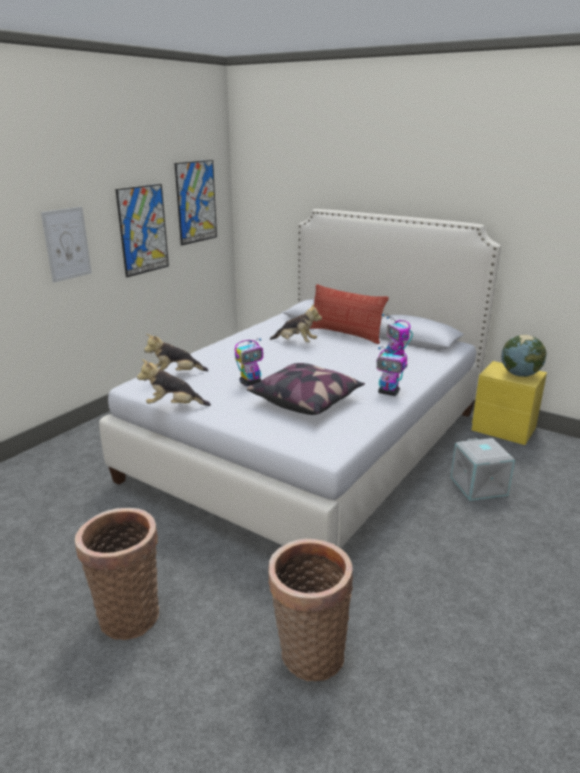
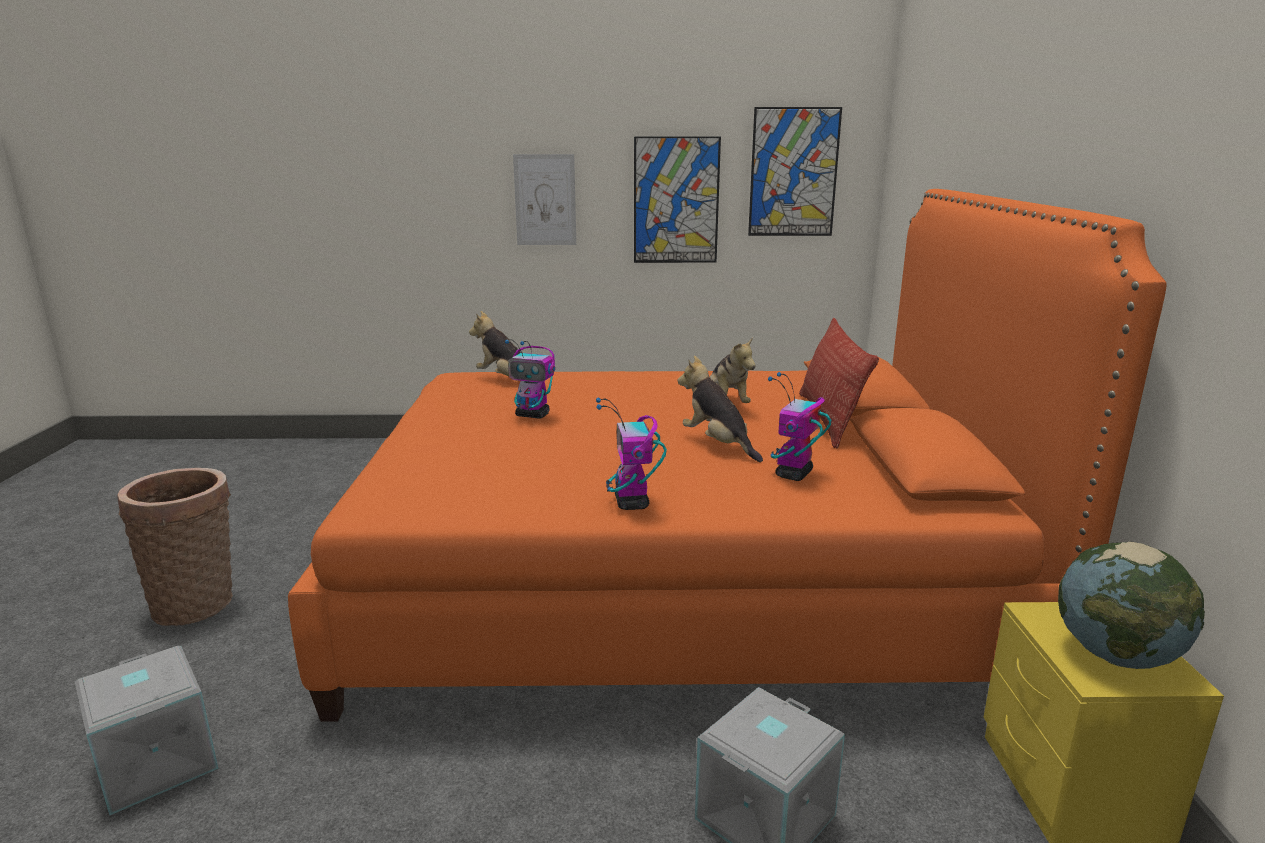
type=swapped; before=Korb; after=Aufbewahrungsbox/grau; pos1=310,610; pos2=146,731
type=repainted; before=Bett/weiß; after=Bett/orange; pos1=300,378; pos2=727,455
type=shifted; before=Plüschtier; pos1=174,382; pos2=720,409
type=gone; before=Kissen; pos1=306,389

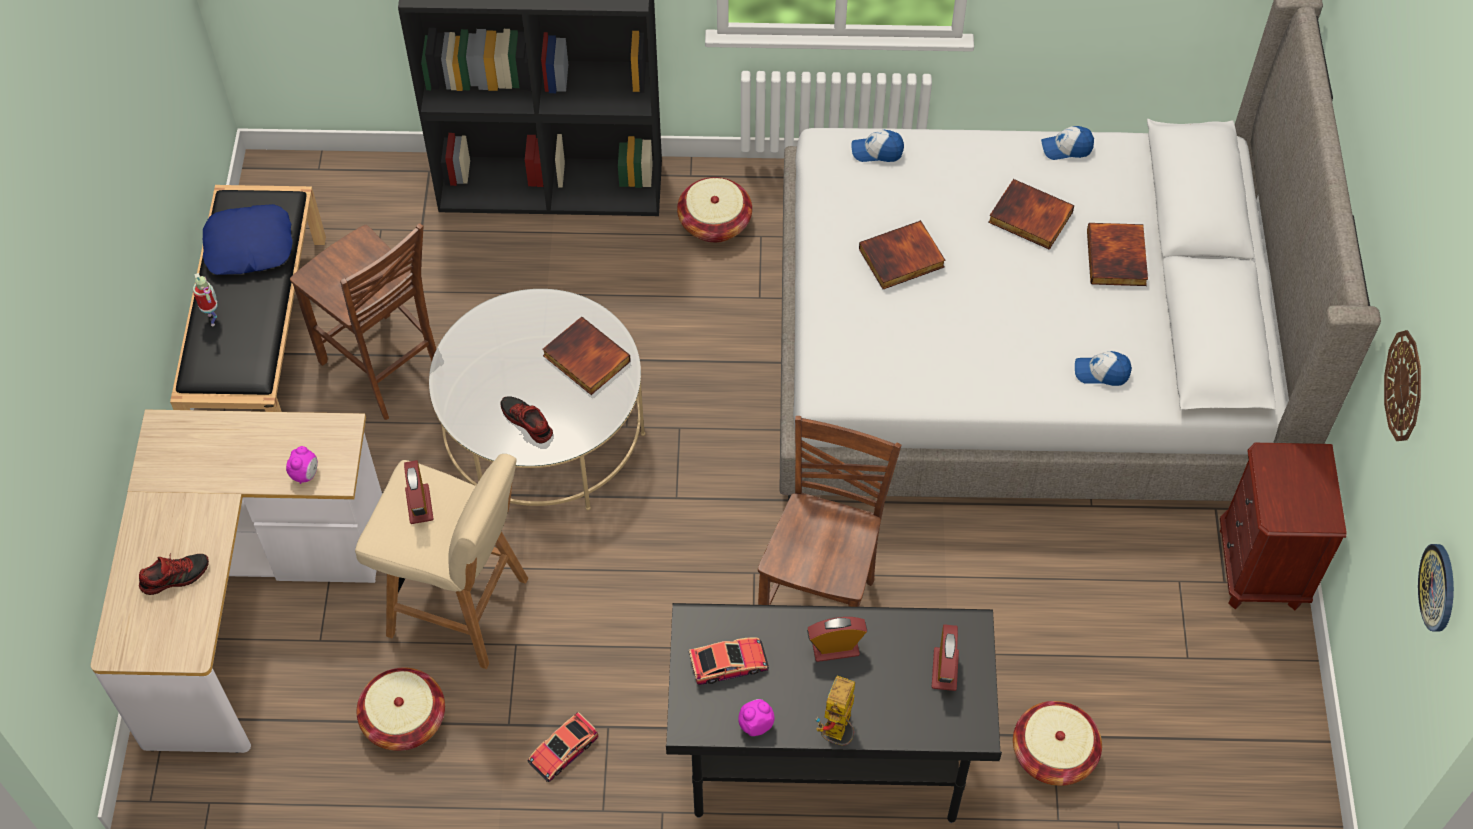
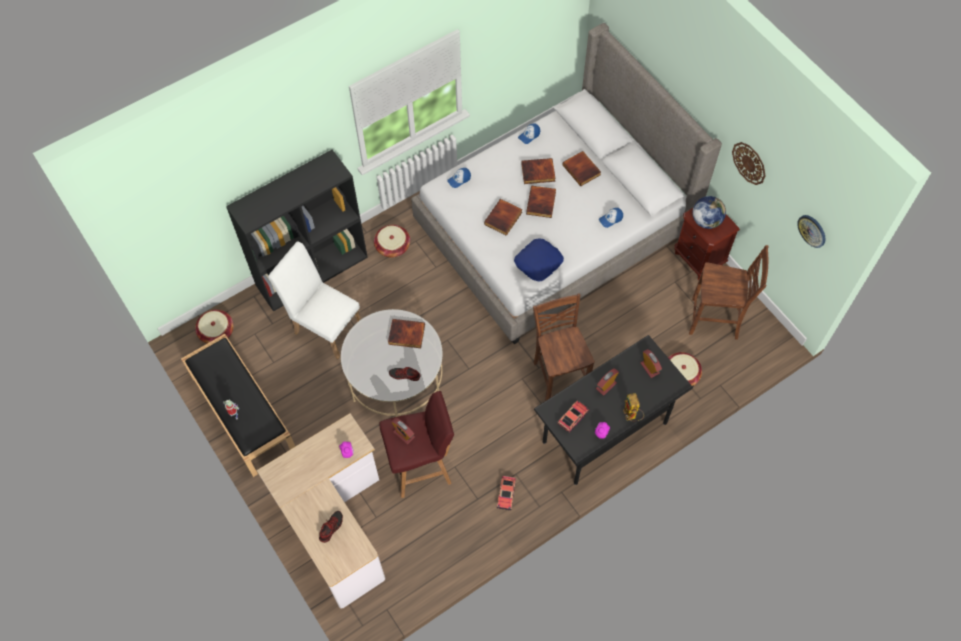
type=shifted; before=Korb; pos1=401,709; pos2=214,327
type=new; after=Stuhl/weiß; pos2=314,300
type=repainted; before=Hocker/beige; after=Hocker/rot; pos1=441,561; pos2=416,444
type=shifted; before=Kissen/blau; pos1=248,239; pos2=539,260
type=new; after=Buch; pos2=541,202
type=shifted; before=Stuhl/braun; pos1=363,321; pos2=729,292
type=new; after=Globus; pos2=709,212

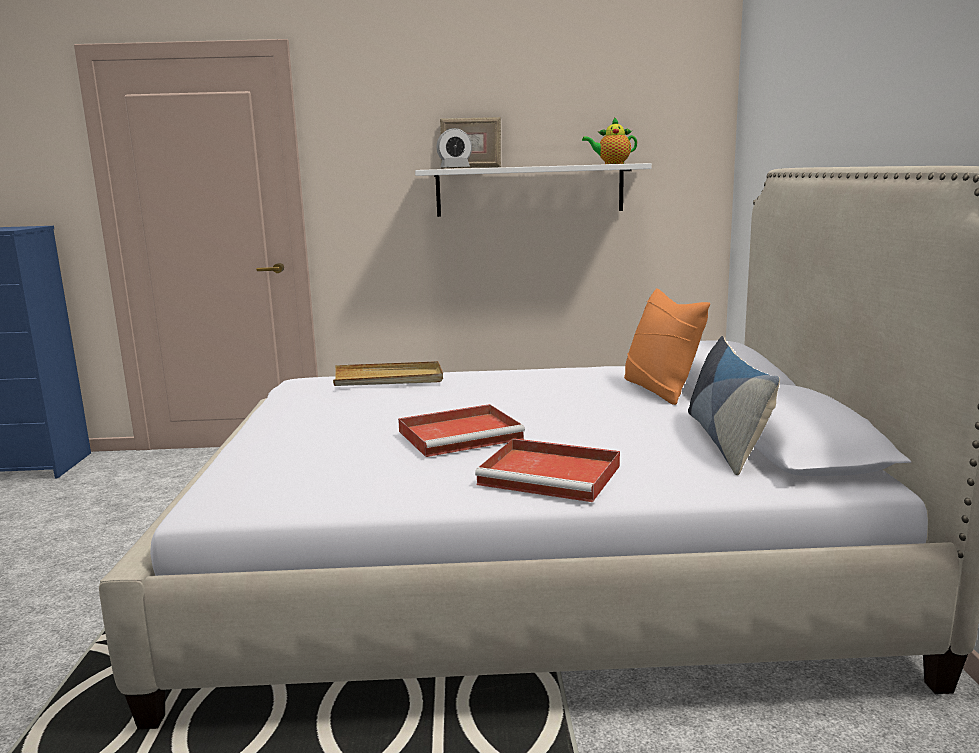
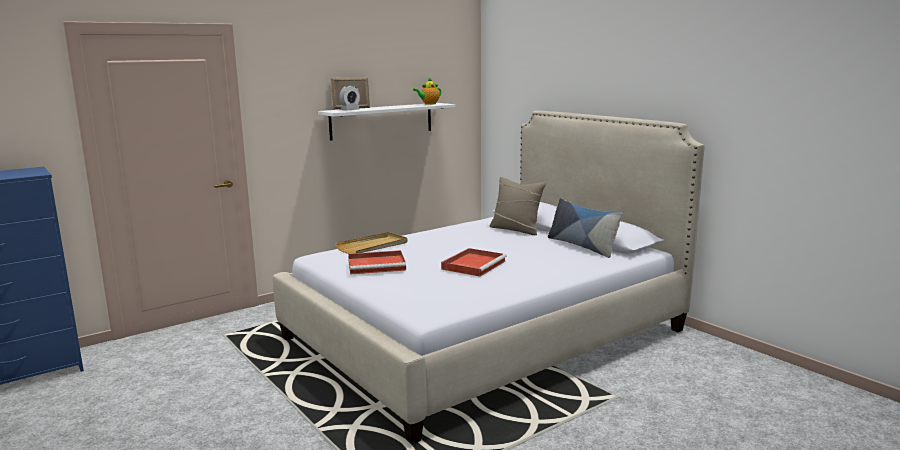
type=shifted; before=Tablett/rot; pos1=547,470; pos2=377,262
type=repainted; before=Kissen/orange; after=Kissen/beige; pos1=667,347; pos2=518,206

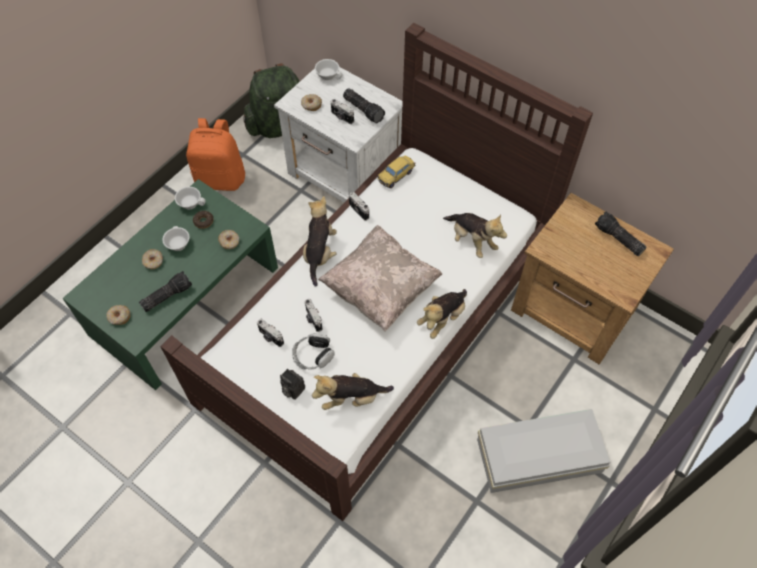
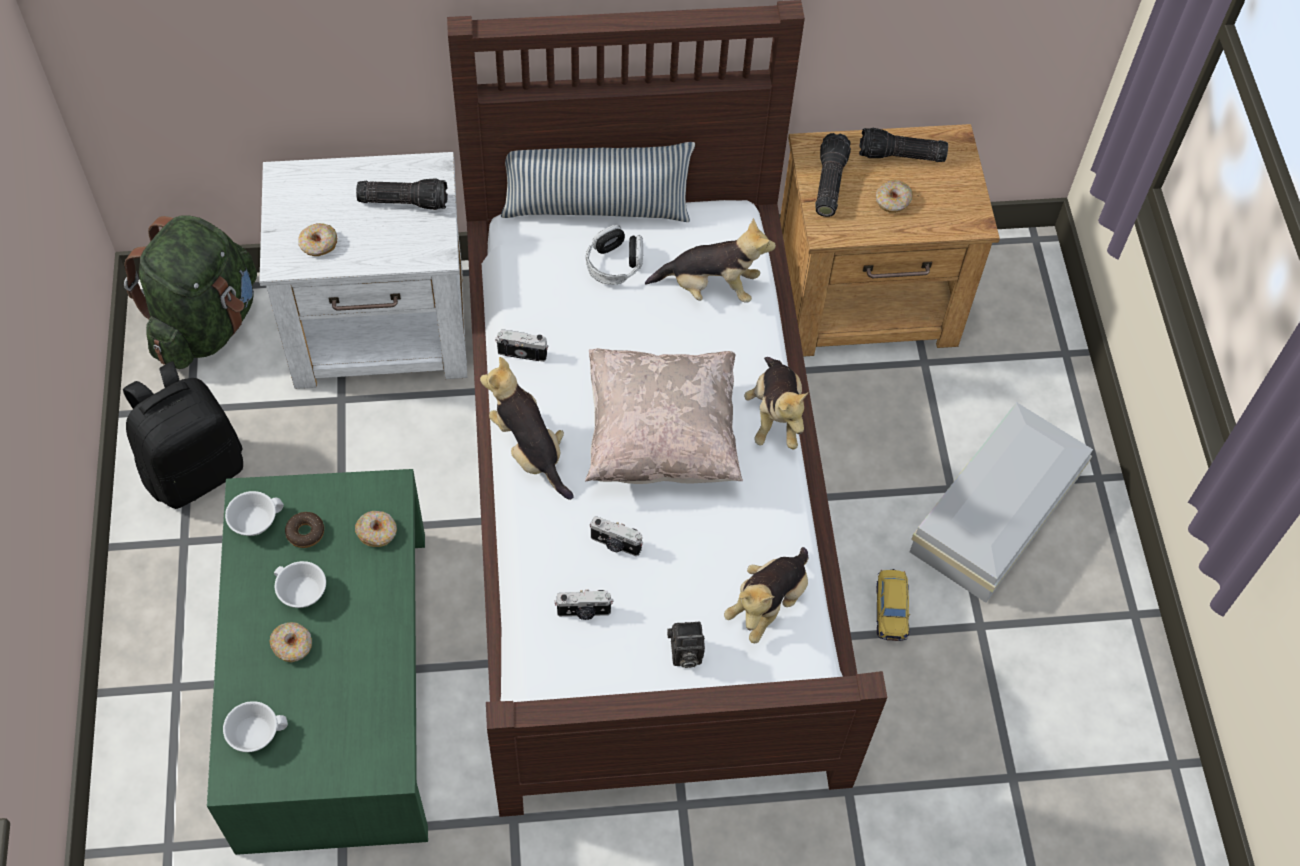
type=repainted; before=Rucksack/orange; after=Rucksack/schwarz; pos1=215,154; pos2=183,435
type=shifted; before=Tasse/weiß; pos1=328,70; pos2=255,726
type=new; after=Kissen; pos2=598,182
type=shifted; before=Kopfhörer; pos1=313,351; pos2=614,255
type=shifted; before=Taschenlampe; pos1=165,291; pos2=833,175
type=shifted; before=Donut; pos1=118,315; pos2=894,196
type=shifted; before=Spielzeugauto; pos1=396,172; pos2=893,605
type=gone; before=Kamera; pos1=342,111

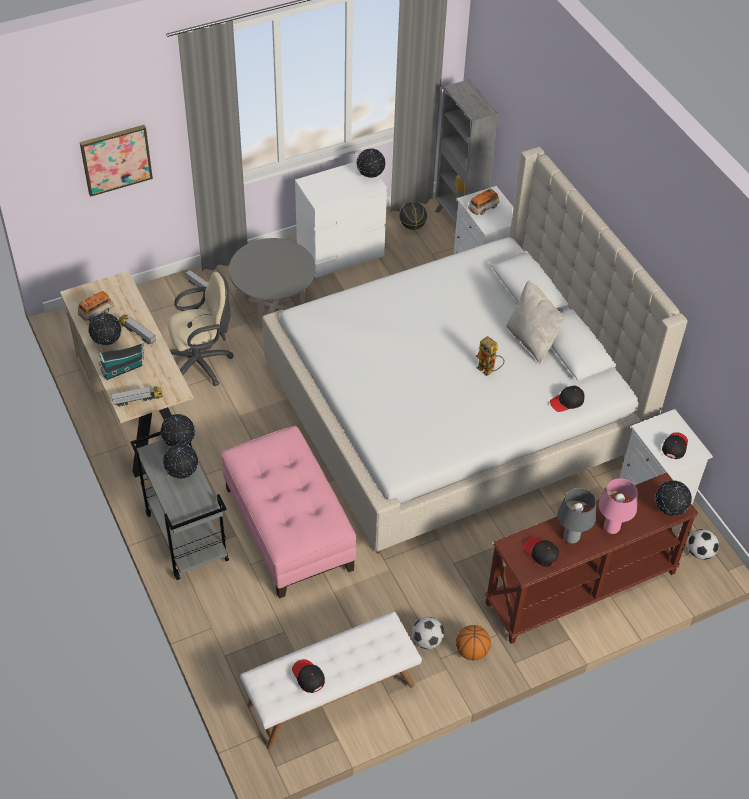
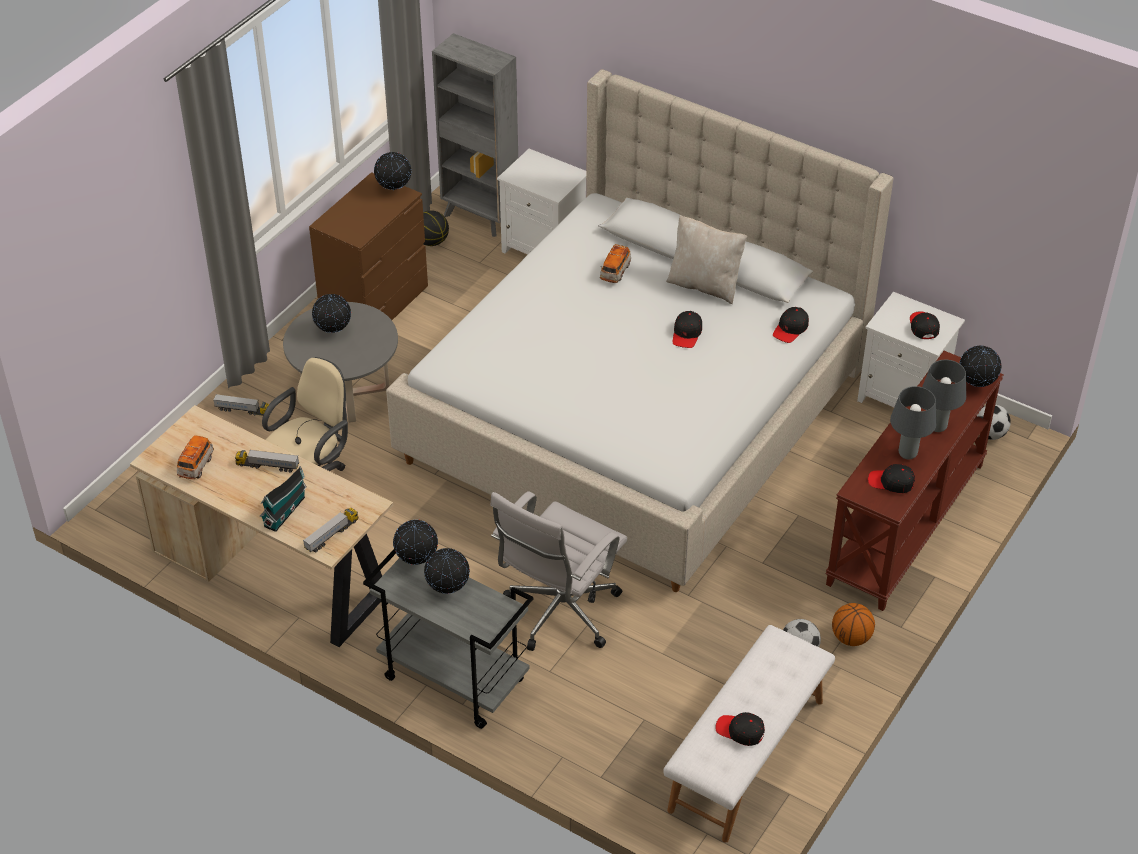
type=repainted; before=Kommode/weiß; after=Kommode/braun; pos1=341,219; pos2=368,246
type=shifted; before=Globus; pos1=104,329; pos2=331,313
type=swapped; before=Polsterhocker/rosa; after=Bürostuhl/weiß; pos1=289,512; pos2=558,571
type=shifted; before=Spielzeugauto; pos1=483,202; pos2=615,263
type=swapped; before=Spielzeugroboter; after=Kappe/schwarz; pos1=490,356; pos2=687,329
type=repainted; before=Tischlampe/rosa; after=Tischlampe/grau; pos1=618,506; pos2=944,396
type=gone; before=Bild; pos1=116,161

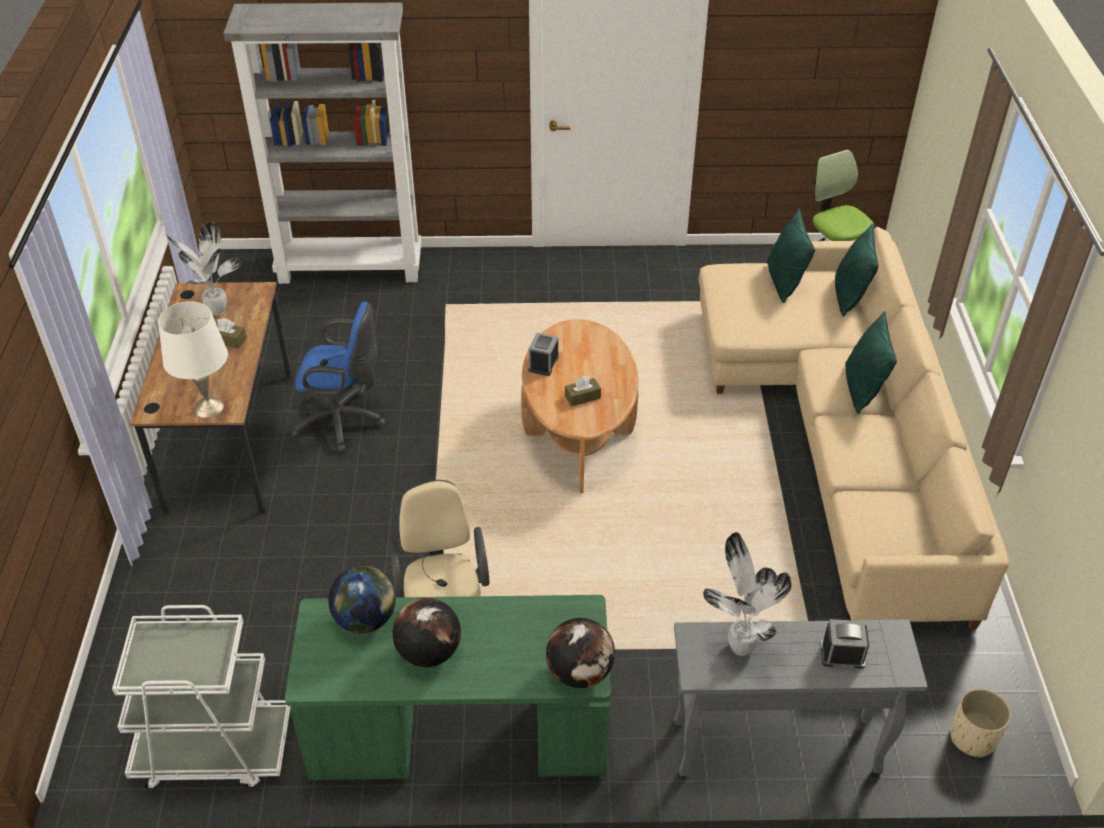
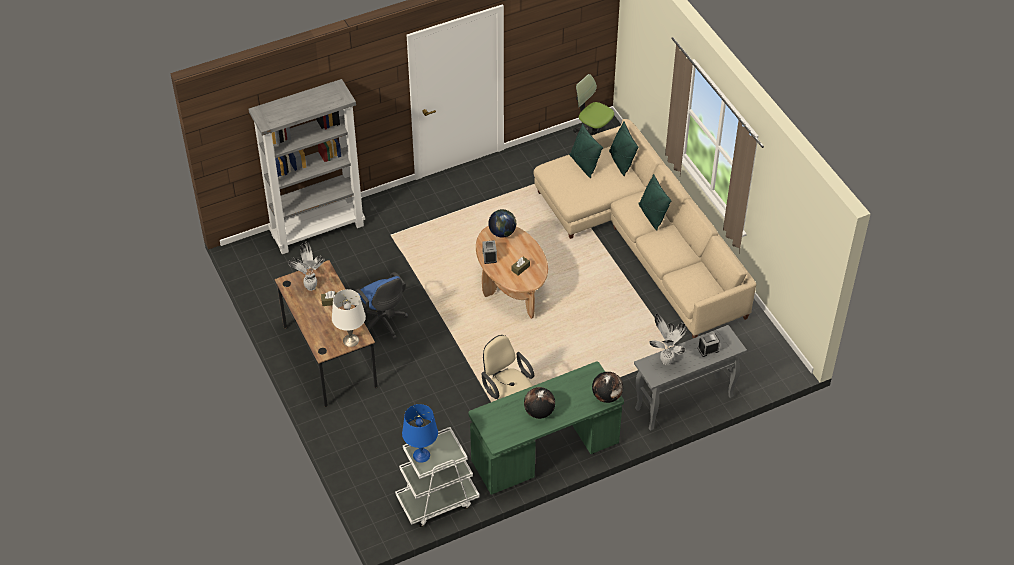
type=rotated; before=Bürostuhl/blau; pos1=338,377; pos2=381,306; turn=75
type=new; after=Tischlampe/blau; pos2=420,433
type=shifted; before=Globus; pos1=362,599; pos2=502,223
type=gone; before=Pflanzkübel/beige; pos1=980,723

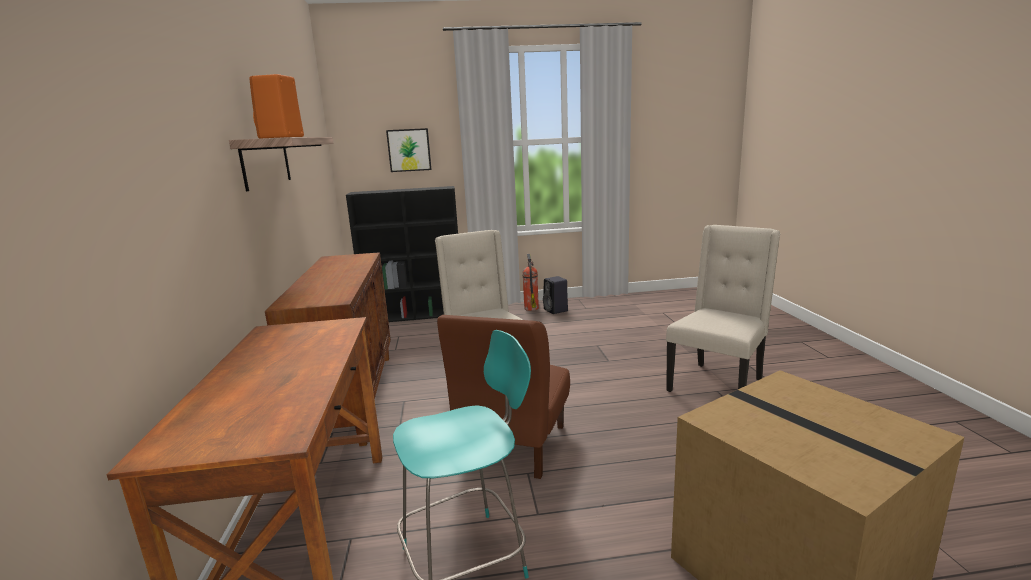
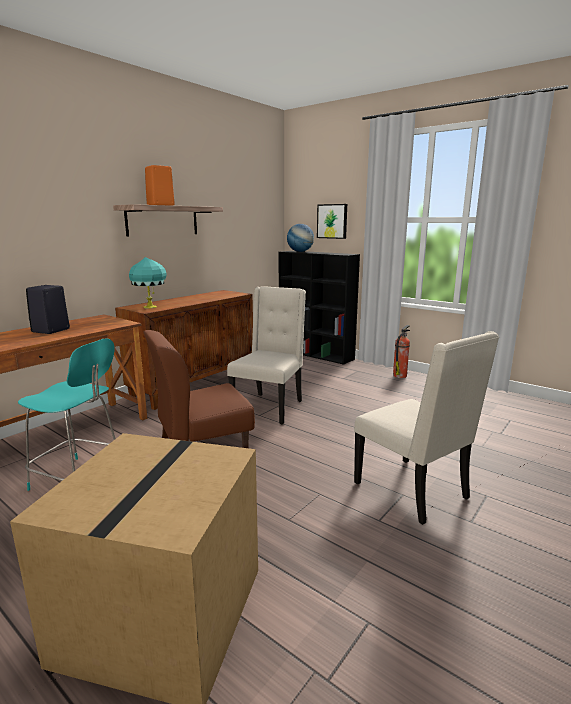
type=shifted; before=Lautsprecher/schwarz; pos1=555,295; pos2=48,309
type=new; after=Tischlampe/türkis; pos2=148,283
type=new; after=Globus; pos2=300,238
type=rotated; before=Stuhl/beige; pos1=723,308; pos2=426,428; turn=60

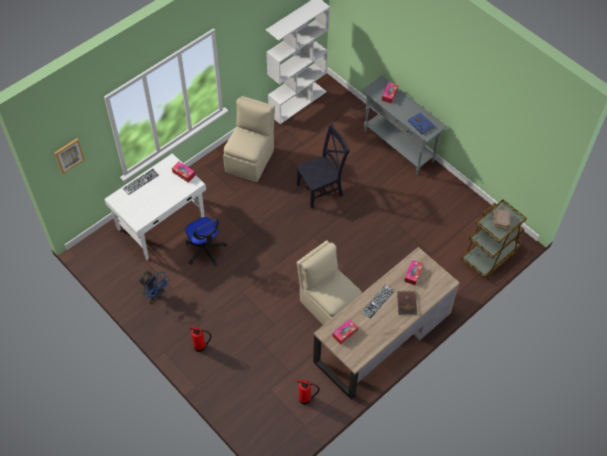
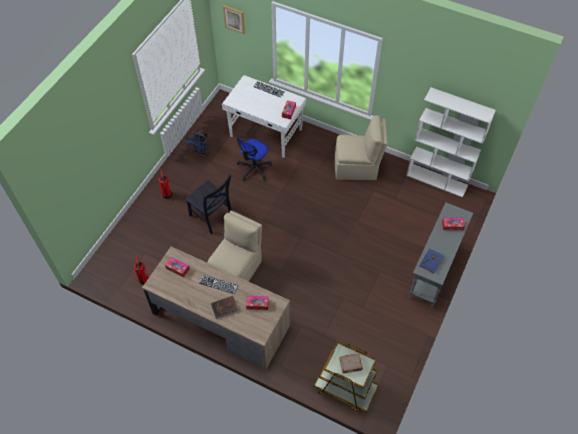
type=shifted; before=Stuhl/schwarz; pos1=323,166; pos2=208,204

